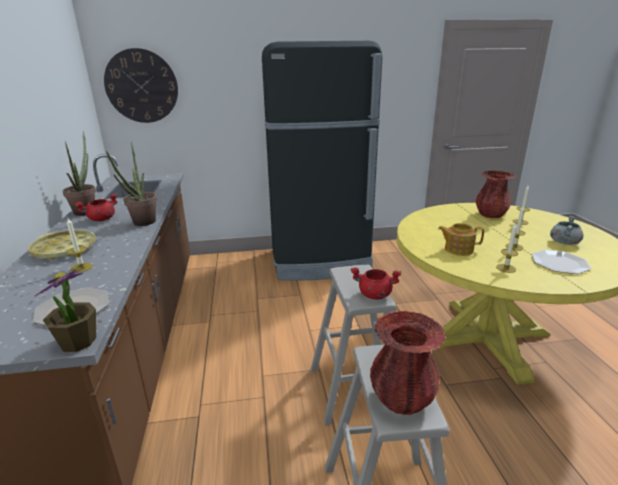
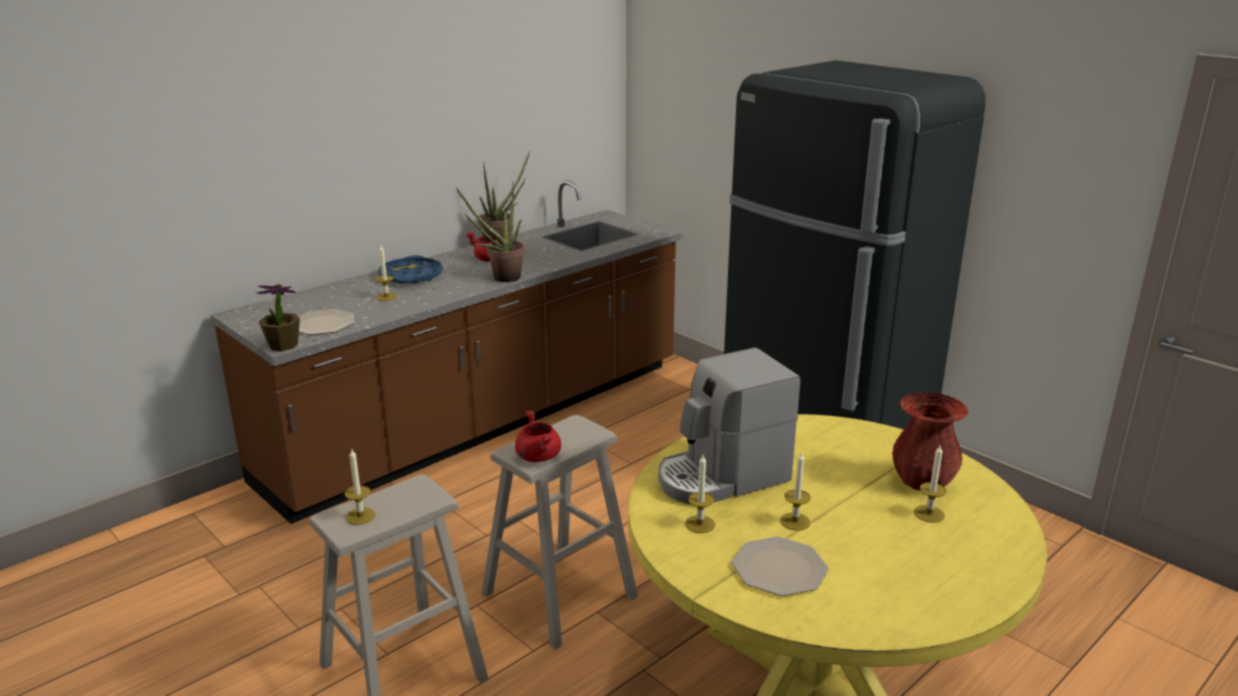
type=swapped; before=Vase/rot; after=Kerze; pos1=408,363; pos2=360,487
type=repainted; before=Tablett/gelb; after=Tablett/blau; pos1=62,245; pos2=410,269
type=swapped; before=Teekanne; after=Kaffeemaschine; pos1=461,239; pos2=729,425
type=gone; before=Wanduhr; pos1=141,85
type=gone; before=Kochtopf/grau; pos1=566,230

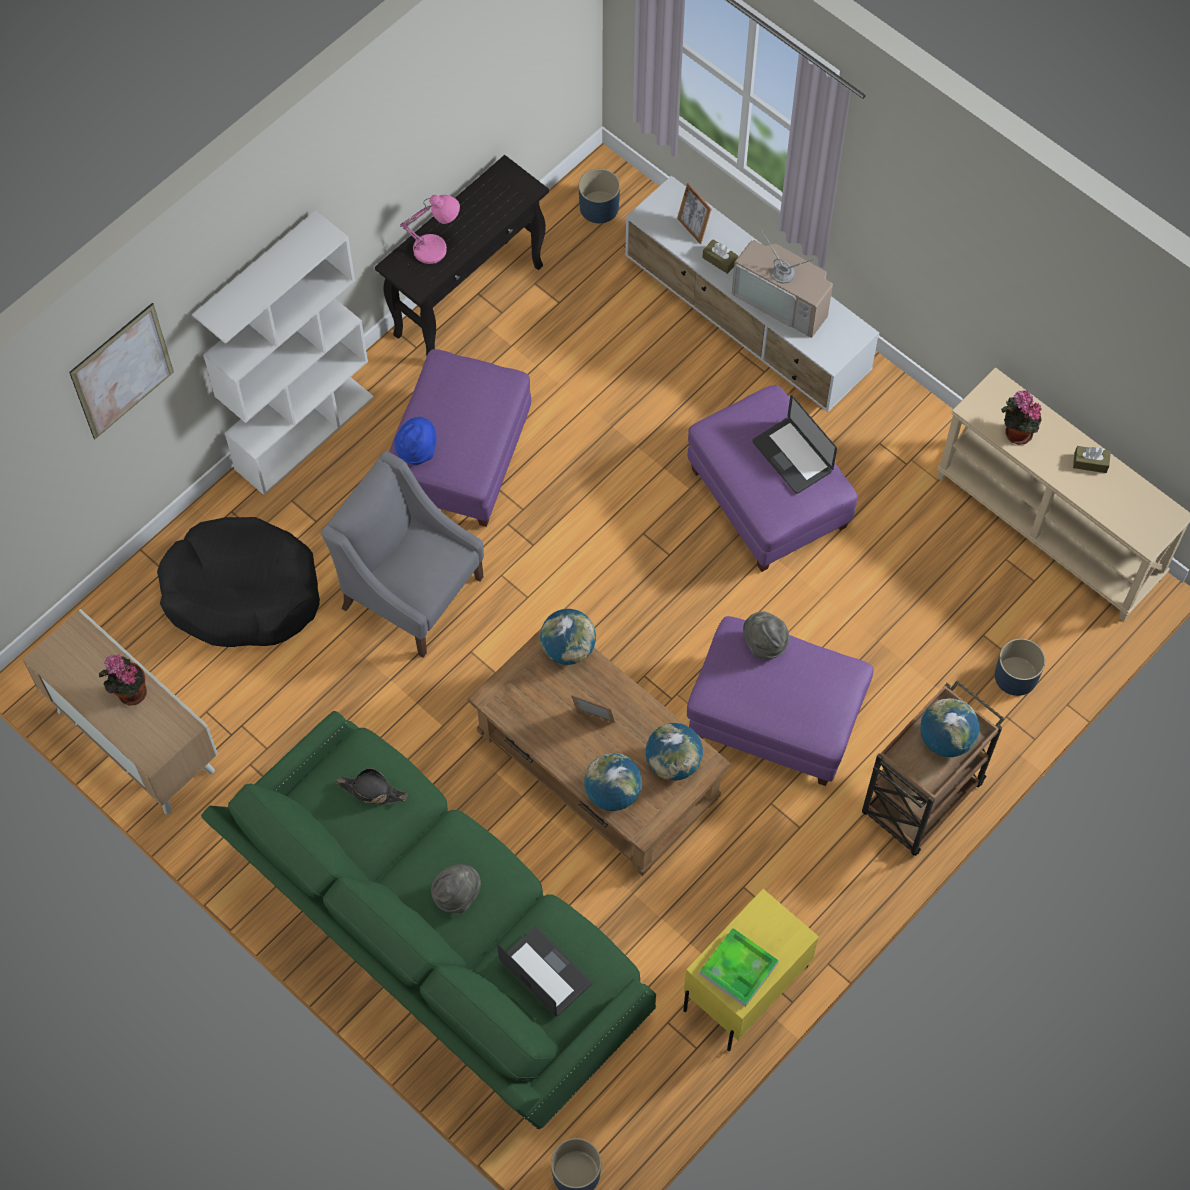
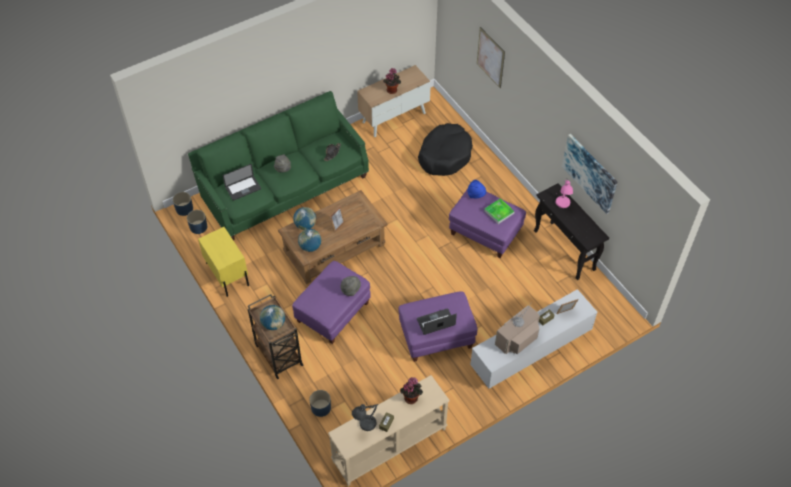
type=shifted; before=Pflanzkübel/blau; pos1=599,196; pos2=197,222
type=new; after=Tischlampe/grau; pos2=365,417
type=shifted; before=Tablett; pos1=739,967; pos2=499,211
type=new; after=Bild; pos2=589,174
type=gone; before=Bücherregal/weiß; pos1=283,352
type=gone; before=Sessel/grau; pos1=402,554
type=gone; before=Globus; pos1=568,637

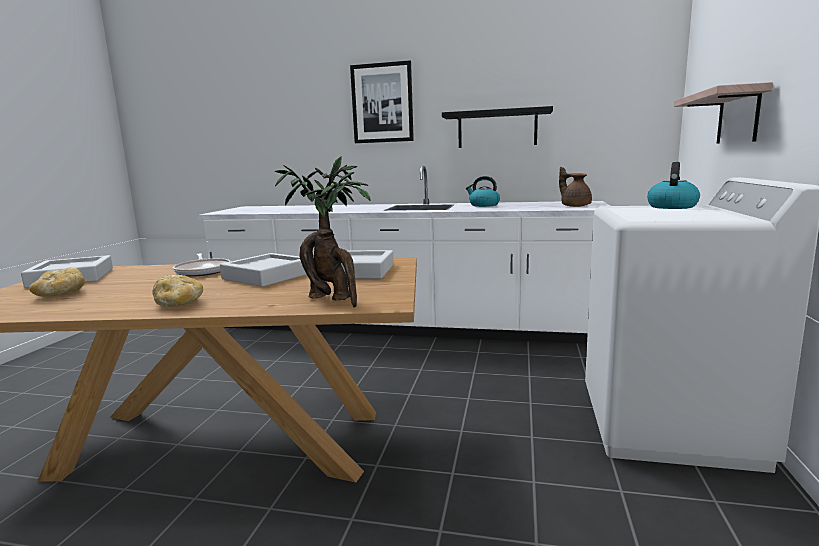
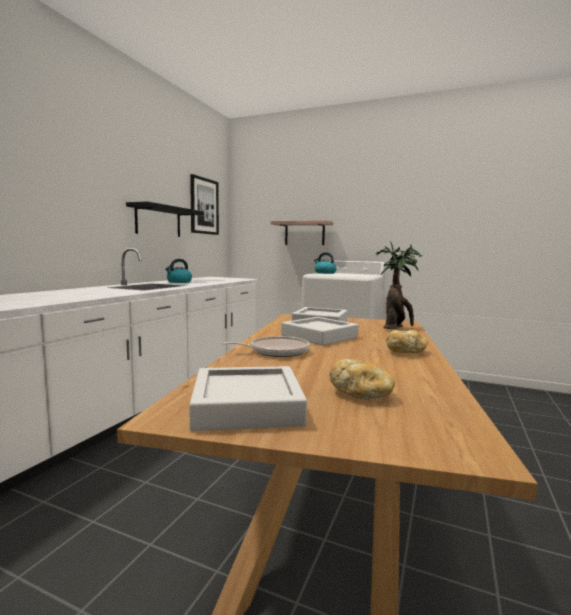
type=shifted; before=Bild; pos1=382,101; pos2=204,204
type=gone; before=Teekanne/braun; pos1=575,187

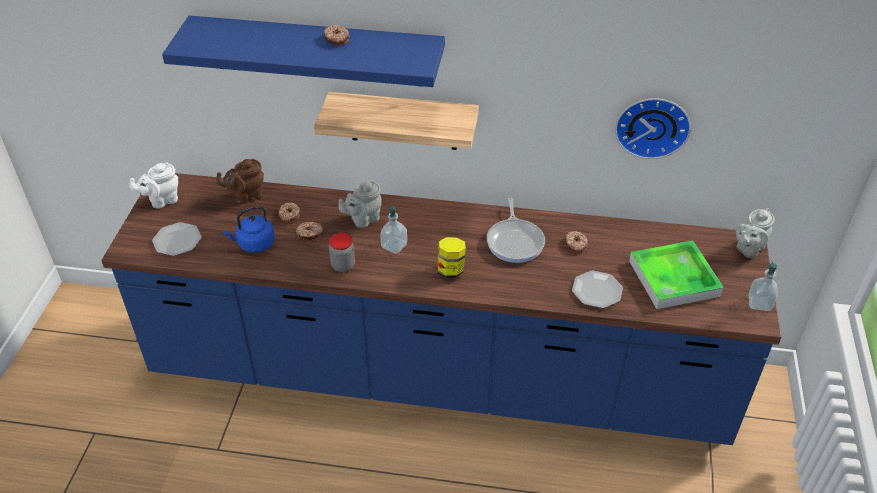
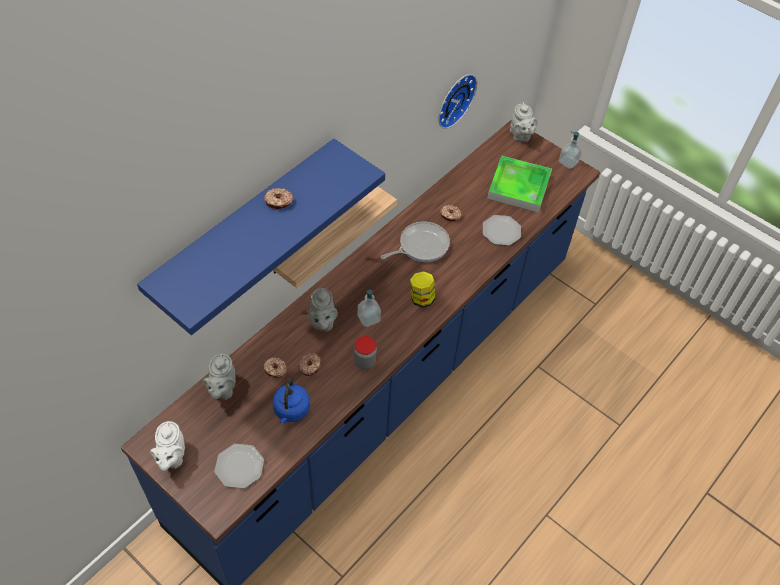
type=repainted; before=Teekanne/braun; after=Teekanne/grau; pos1=240,181; pos2=219,377
type=rotated; before=Pfanne; pos1=516,230; pos2=415,241; turn=-60

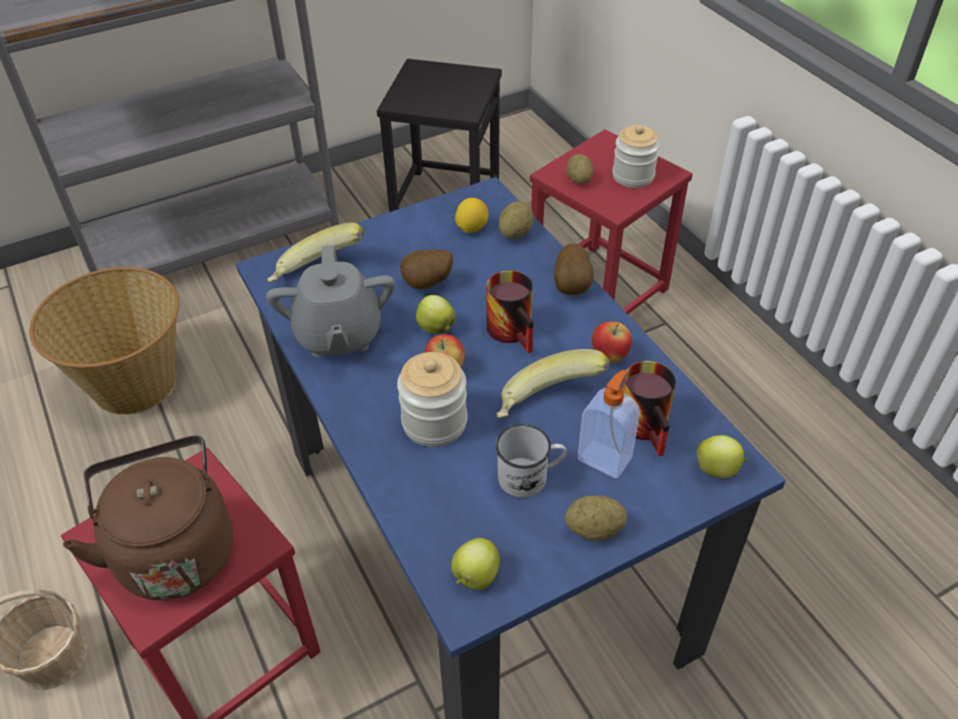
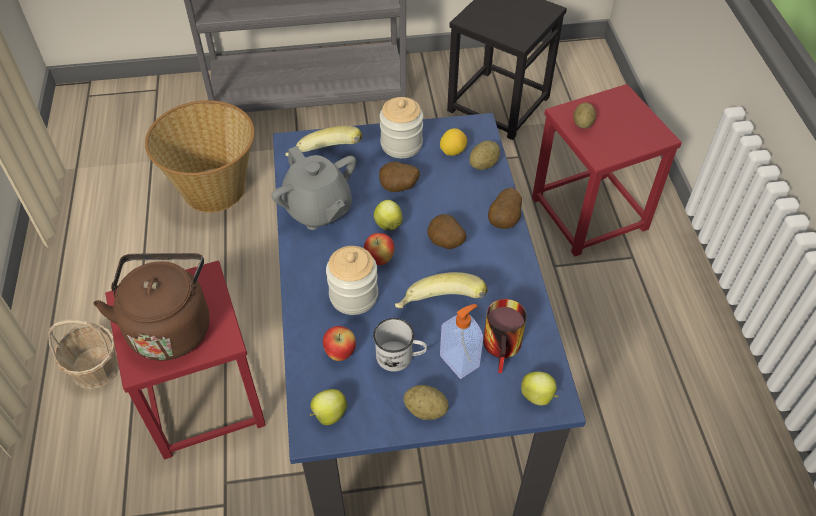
type=rotated; before=Teekanne/grau; pos1=330,301; pos2=313,188; turn=-45
type=shifted; before=Apfel; pos1=612,342; pos2=339,343
type=shifted; before=Vorratsglas; pos1=636,156; pos2=401,127
type=swapped; before=Henkelbecher; after=Kartoffel; pos1=509,311; pos2=447,231

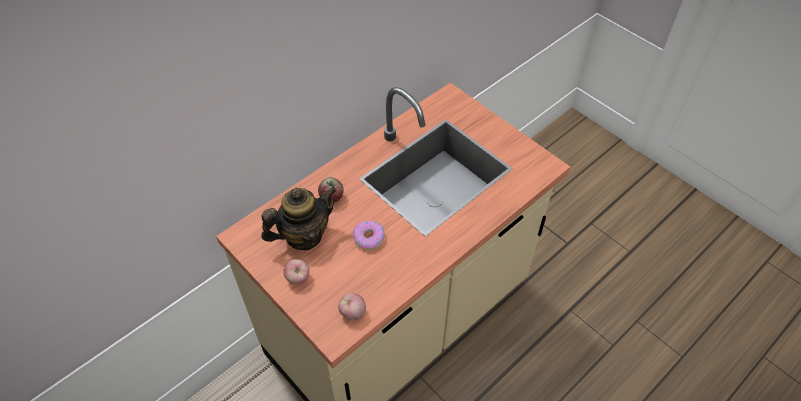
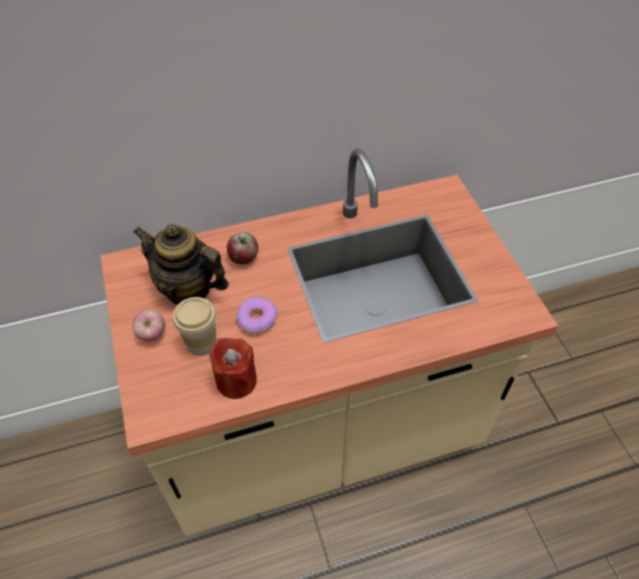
type=rotated; before=Teekanne; pos1=299,218; pos2=181,264; turn=-150
type=new; after=Tasse; pos2=195,326
type=new; after=Kerze/rot; pos2=233,368
type=gone; before=Apfel; pos1=352,306

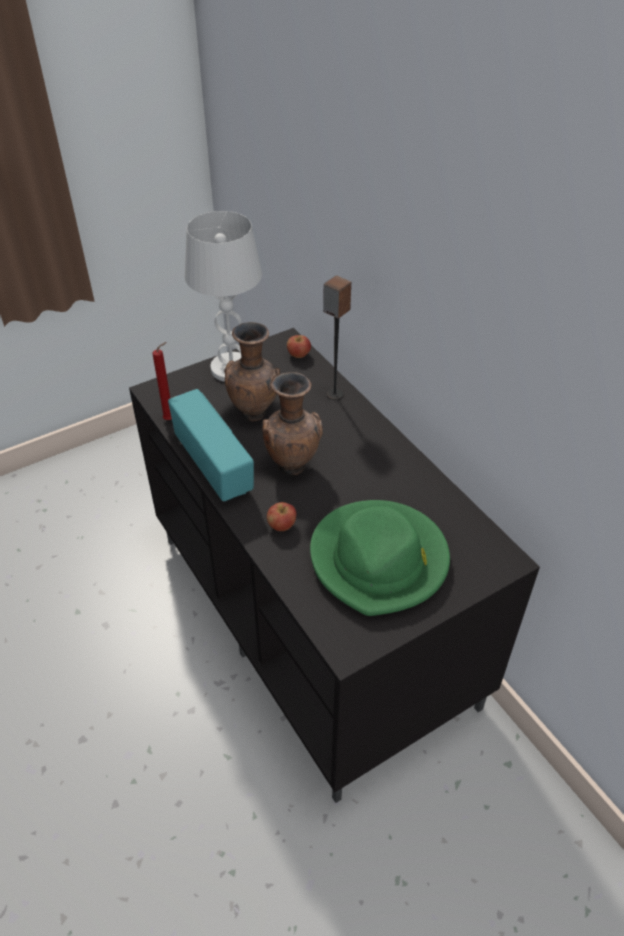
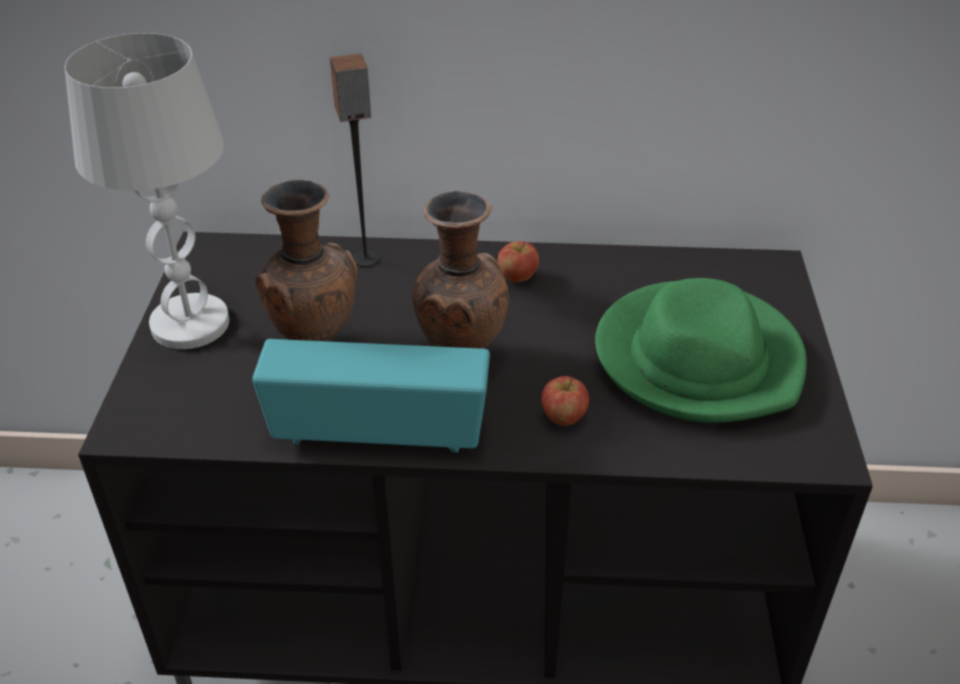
type=shifted; before=Apfel; pos1=299,346; pos2=518,261
type=gone; before=Kerze/rot; pos1=162,381

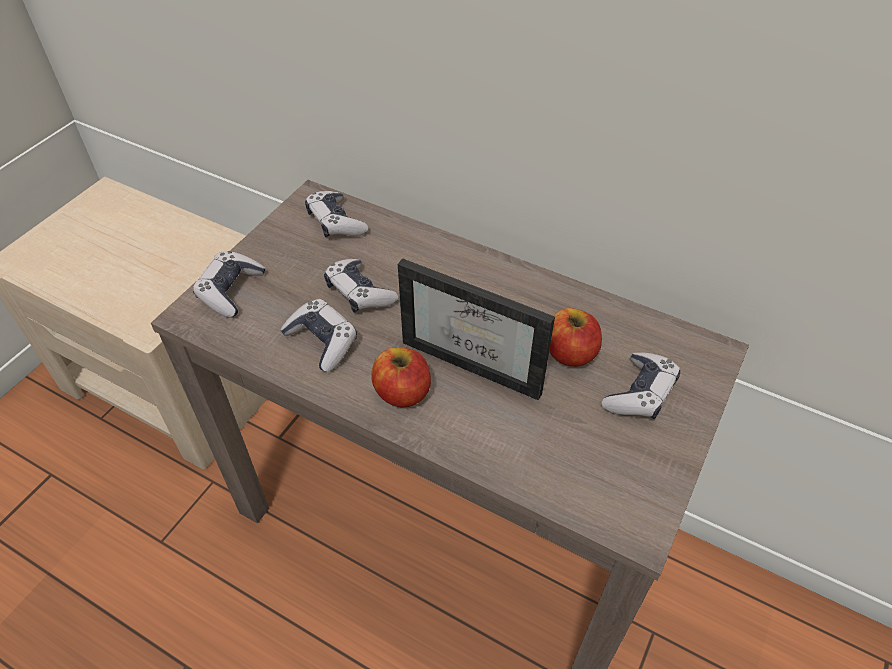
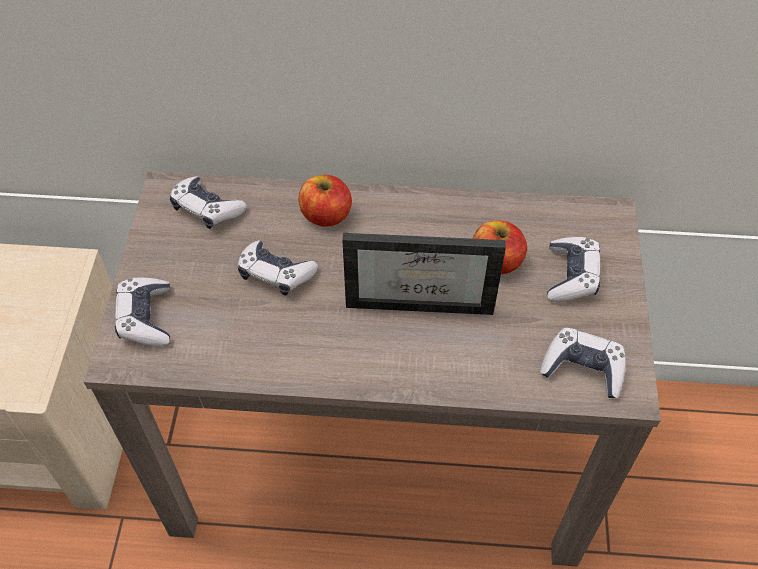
type=shifted; before=Apfel; pos1=401,377; pos2=325,201
type=shifted; before=Gamepad; pos1=318,335; pos2=583,363

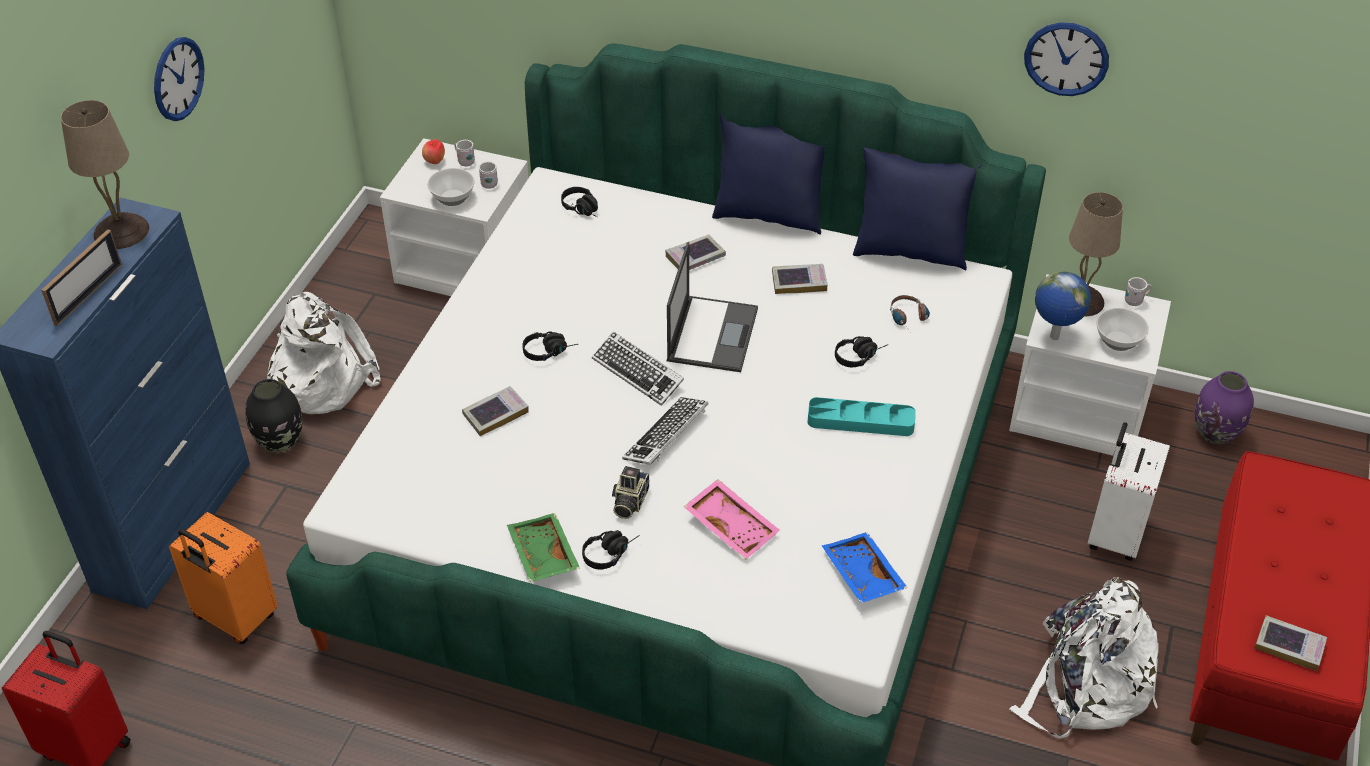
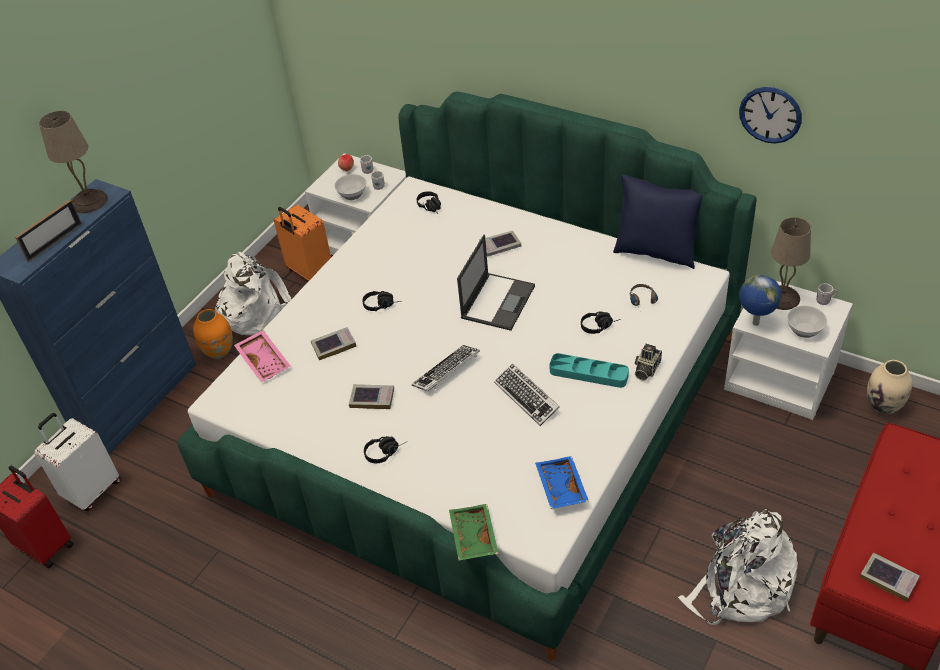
type=shifted; before=Koffer/weiß; pos1=1129,491; pos2=77,462
type=repainted; before=Vase/schwarz; after=Vase/orange; pos1=273,415; pos2=213,334
type=shifted; before=Tablett/rosa; pos1=732,519; pos2=262,356
type=shifted; before=Koffer/orange; pos1=223,578; pos2=302,243
type=shifted; before=Buch; pos1=800,279; pos2=371,396
type=shifted; before=Tablett/grün; pos1=543,547; pos2=474,532
type=shifted; before=Tastatur; pos1=638,368; pos2=527,394
type=shifted; before=Kamera; pos1=630,492; pos2=648,362
type=repainted; before=Vase/lila; after=Vase/beige; pos1=1224,407; pos2=889,387
type=gone; before=Wanduhr; pos1=179,79
type=gone; before=Kissen/blau; pos1=768,174

